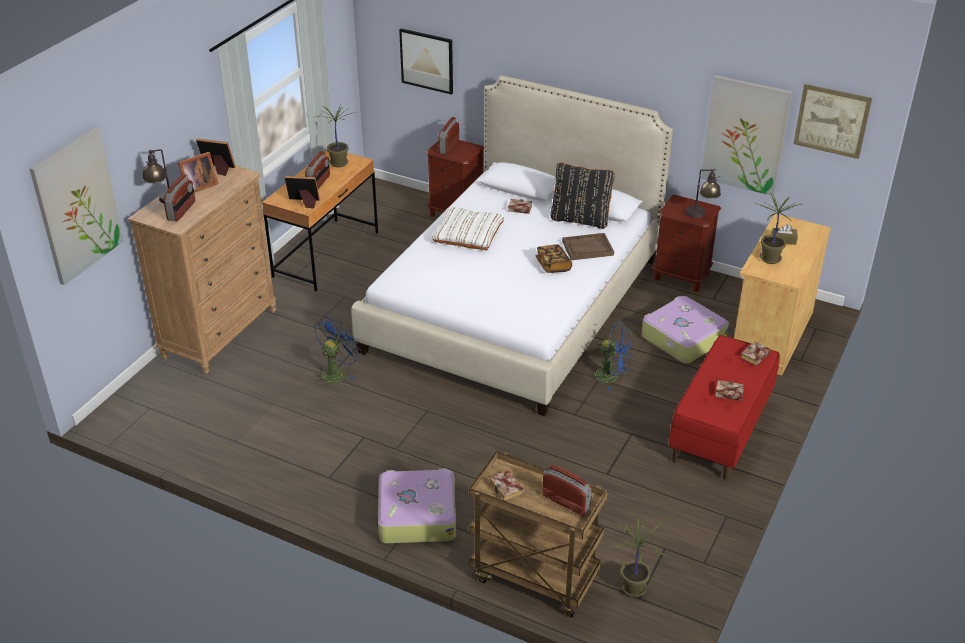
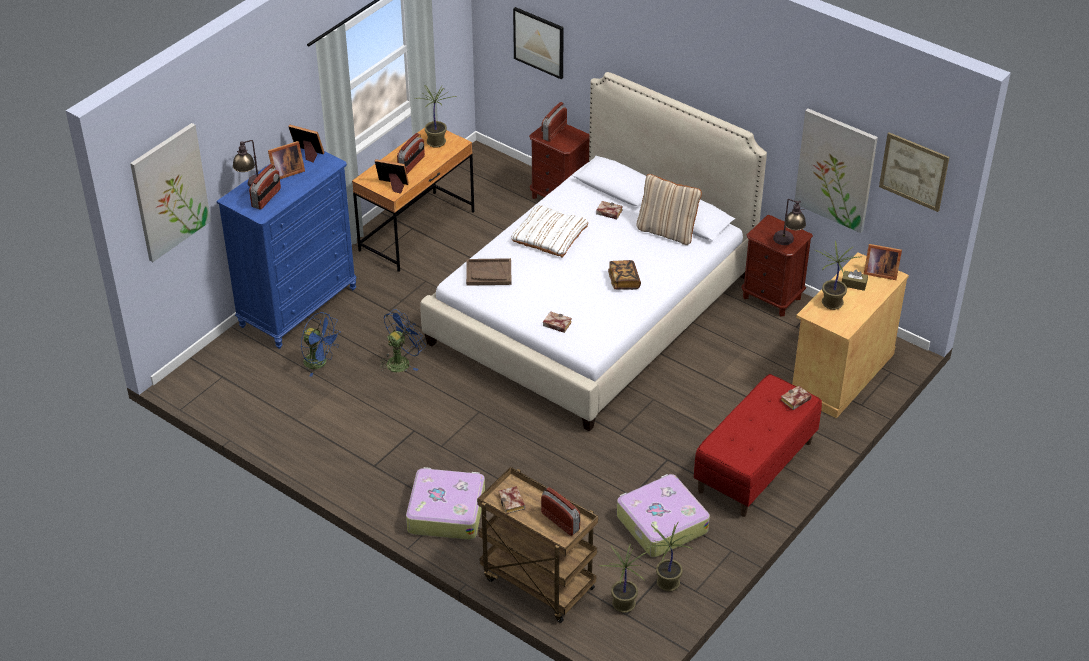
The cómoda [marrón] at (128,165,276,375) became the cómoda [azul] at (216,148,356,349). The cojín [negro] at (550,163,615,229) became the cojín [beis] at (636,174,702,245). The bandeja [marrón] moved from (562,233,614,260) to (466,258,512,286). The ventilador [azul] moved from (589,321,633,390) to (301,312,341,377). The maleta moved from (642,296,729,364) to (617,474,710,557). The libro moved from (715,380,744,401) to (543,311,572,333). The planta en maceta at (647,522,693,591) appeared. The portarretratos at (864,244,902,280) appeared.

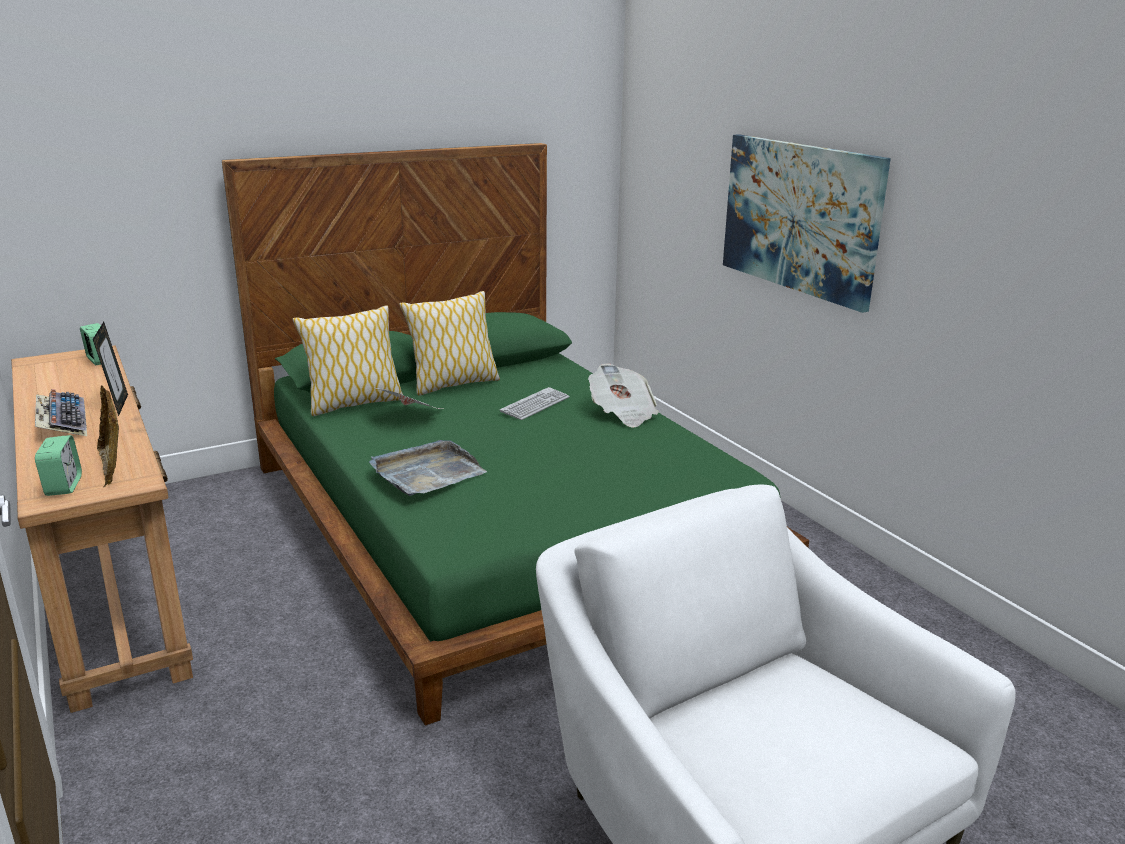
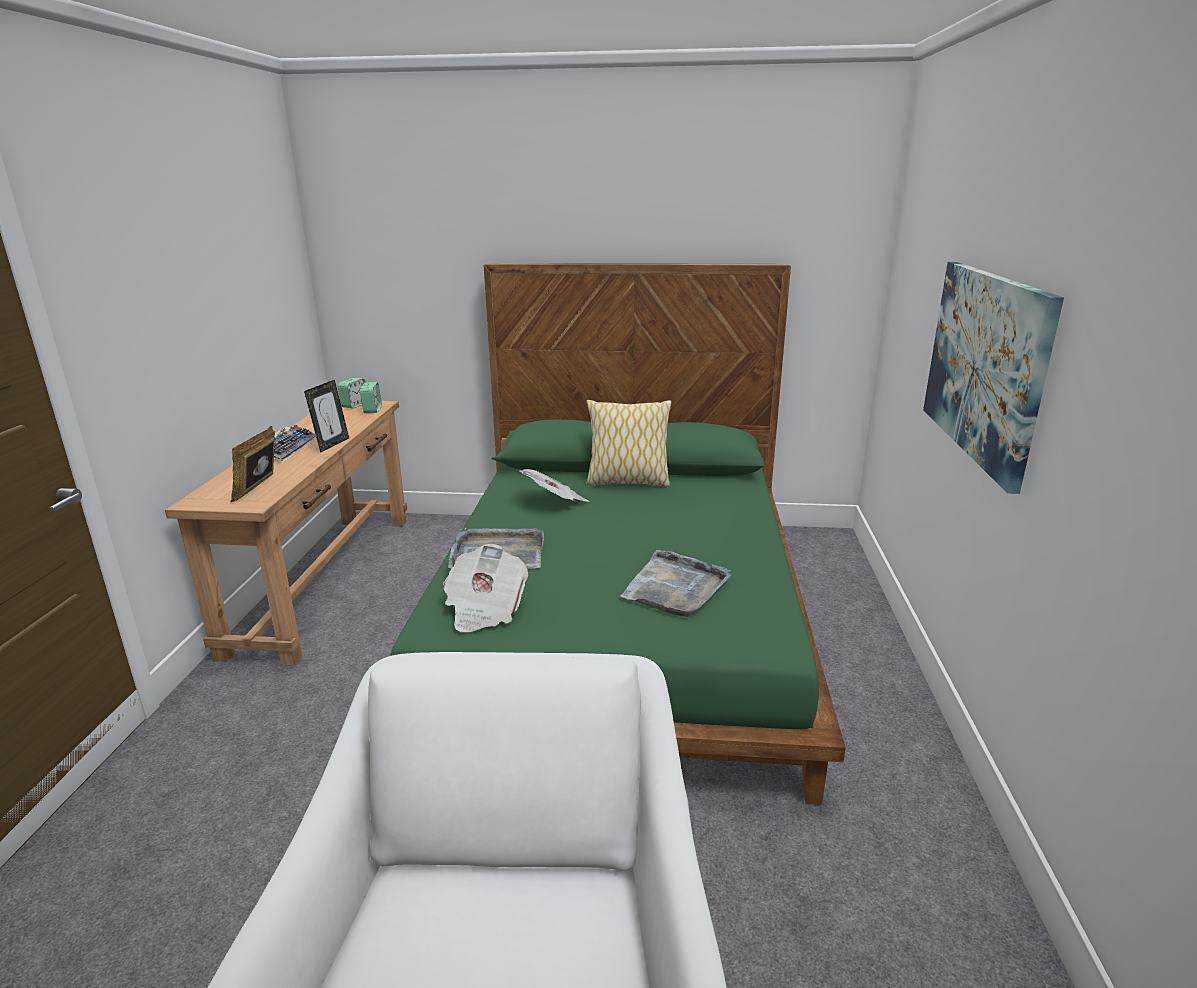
The despertador moved from (35,435,82,496) to (338,378,366,408). The cojín at (293,305,403,416) disappeared. The teclado at (500,387,570,420) disappeared. The periódico moved from (588,363,659,428) to (443,544,528,632). The bandeja [gris] at (620,550,731,617) appeared.

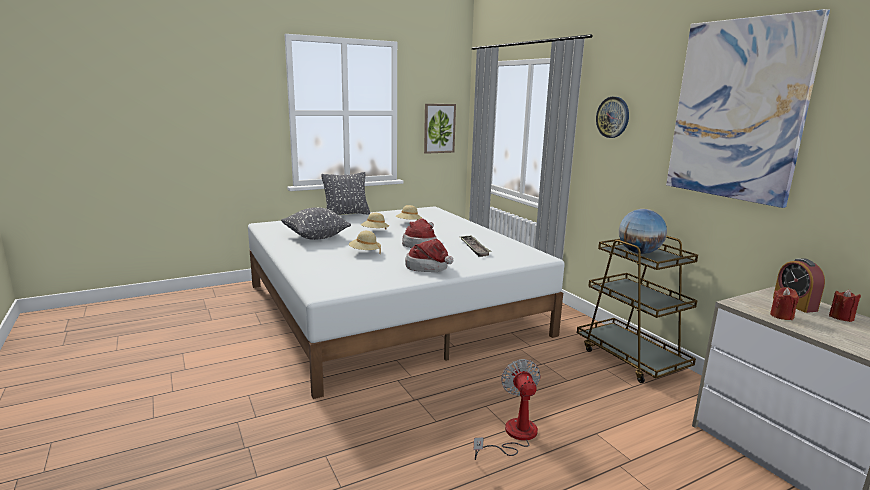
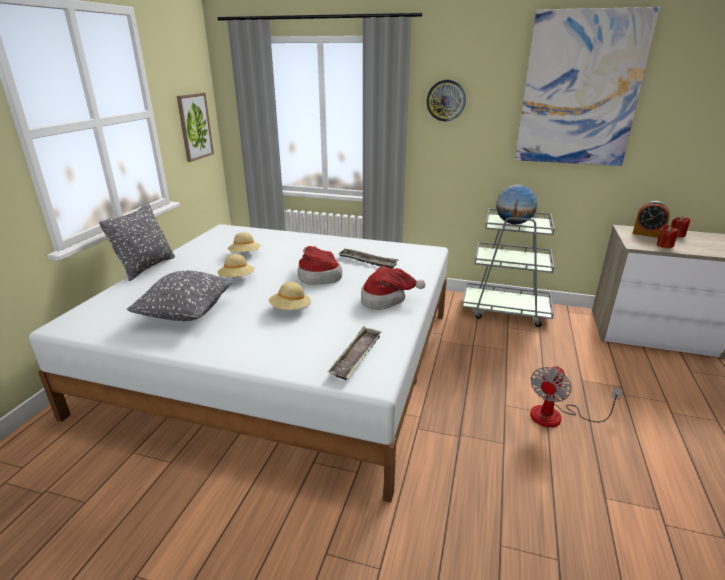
The ventilador at (474,359,541,460) turned 90 degrees counterclockwise. The carrito [marrón] at (577,236,698,383) became the carrito [gris] at (462,208,555,327). The bandeja at (328,326,382,380) appeared.

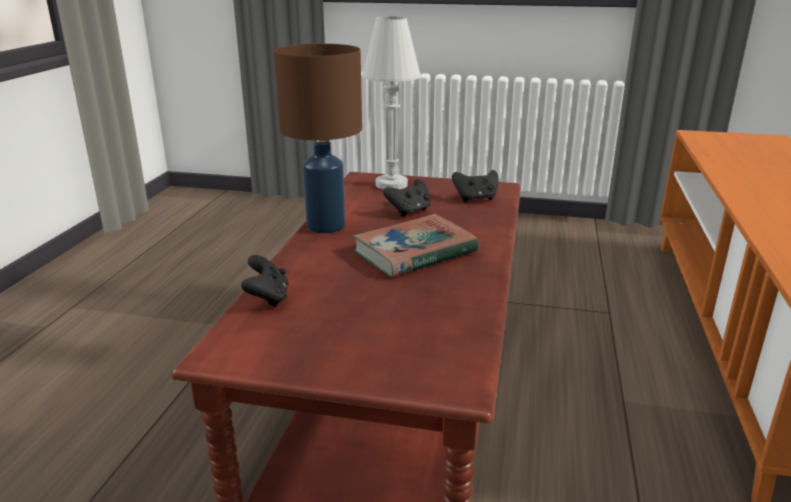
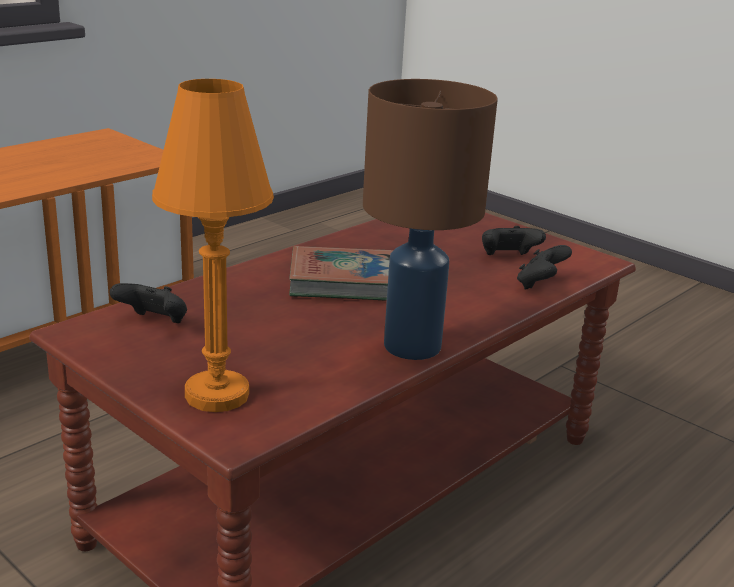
The lámpara de mesa [blanco] at (362,16,421,189) became the lámpara de mesa [naranja] at (152,79,274,412). The mando de consola [negro] moved from (383,179,431,217) to (482,226,546,255).

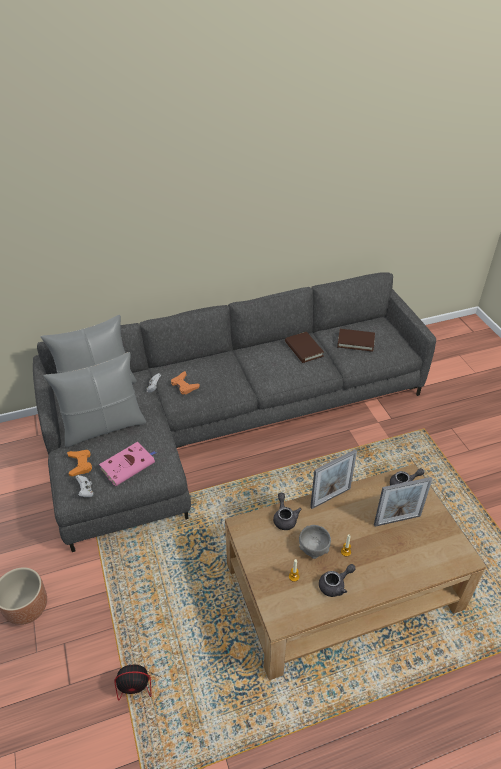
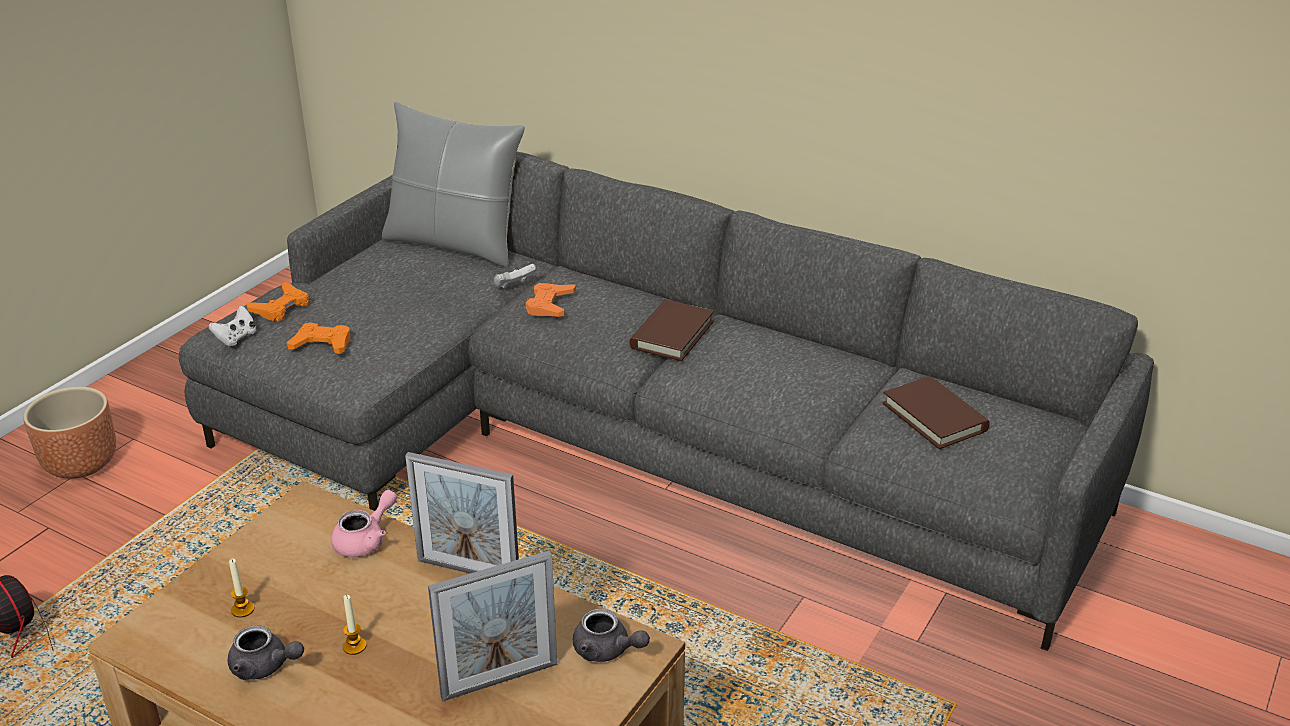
The cojín [gris] at (44,352,146,447) disappeared. The libro [rosa] at (99,442,156,486) was replaced by the mando de consola [naranja] at (287,322,351,354). The tetera [gris] at (273,493,302,530) became the tetera [rosa] at (331,490,397,557). The libro [marrón] moved from (285,332,324,363) to (629,300,714,361). The cuenco [gris] at (299,525,331,559) disappeared. The portarretratos at (374,477,433,527) turned 60 degrees counterclockwise.

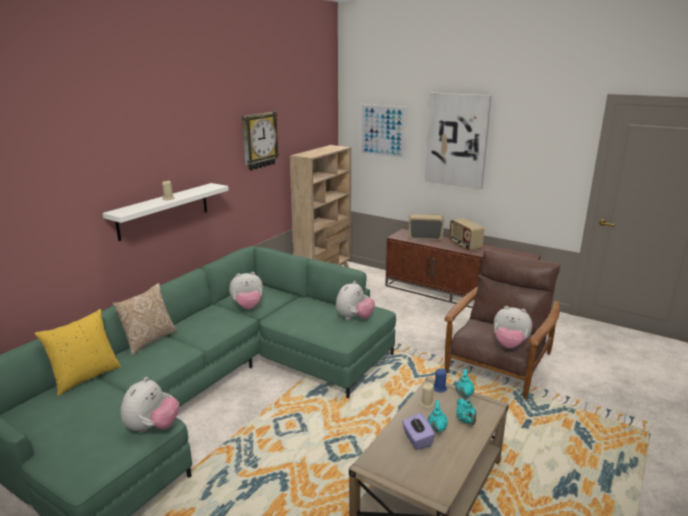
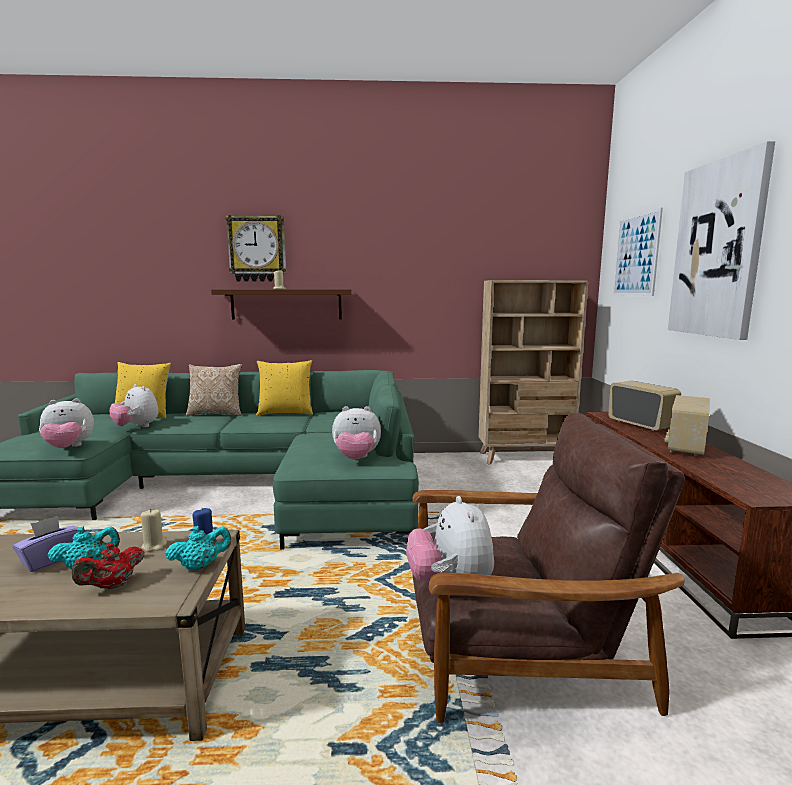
The estante [blanco] at (103,183,229,241) became the estante [marrón] at (211,289,352,319). The peluche moved from (229,272,263,309) to (110,384,159,428). The reloj de pared moved from (242,111,280,170) to (226,215,286,282). The tetera [turquesa] at (456,398,476,425) became the tetera [rojo] at (72,544,145,589). The cojín [amarillo] at (256,360,313,416) appeared.

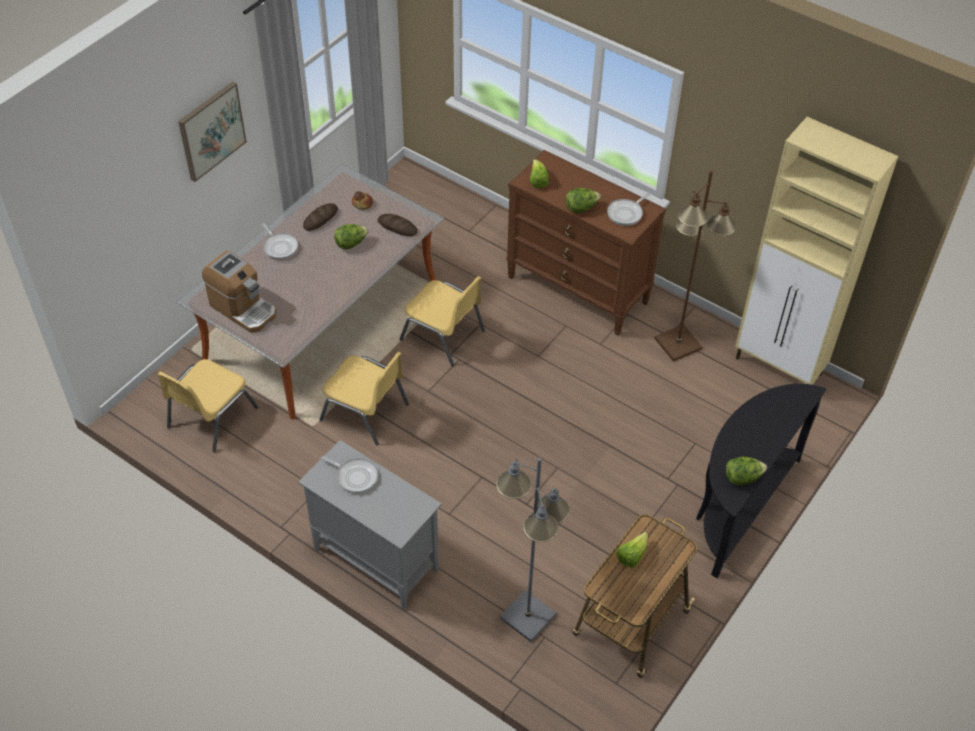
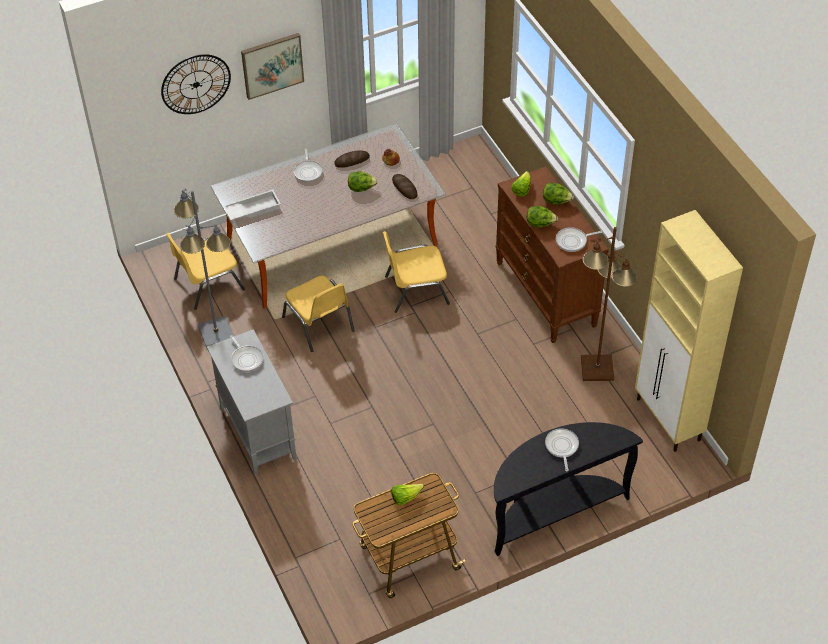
The cafetera at (202,250,276,333) was replaced by the bandeja [blanco] at (223,190,281,220). The silla [amarillo] at (399,276,485,366) turned 105 degrees clockwise. The lámpara de pie [gris] moved from (496,458,570,642) to (174,189,234,348). The lechuga moved from (726,456,767,485) to (543,183,574,204). The reloj de pared at (161,54,231,114) appeared. The sartén at (545,429,579,471) appeared.

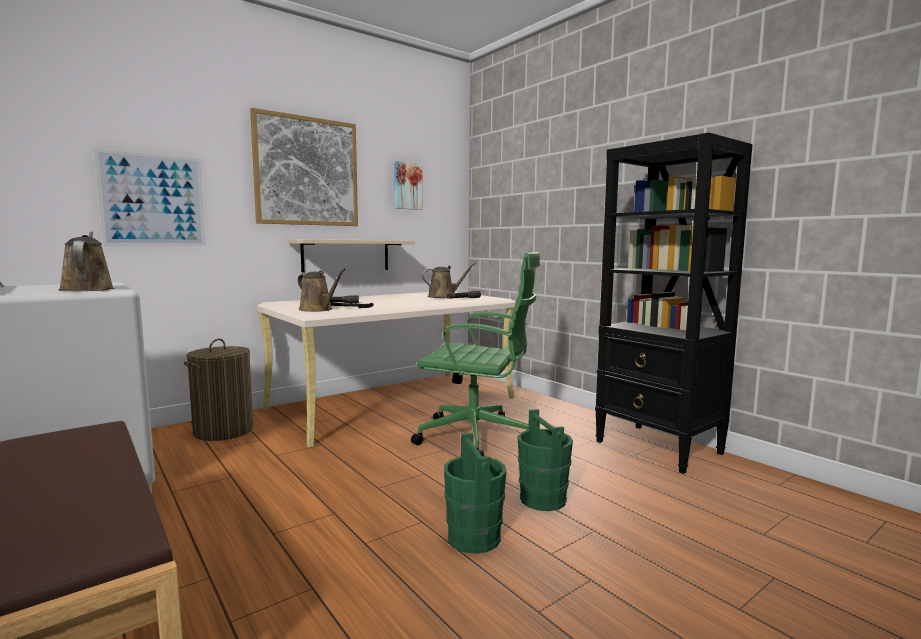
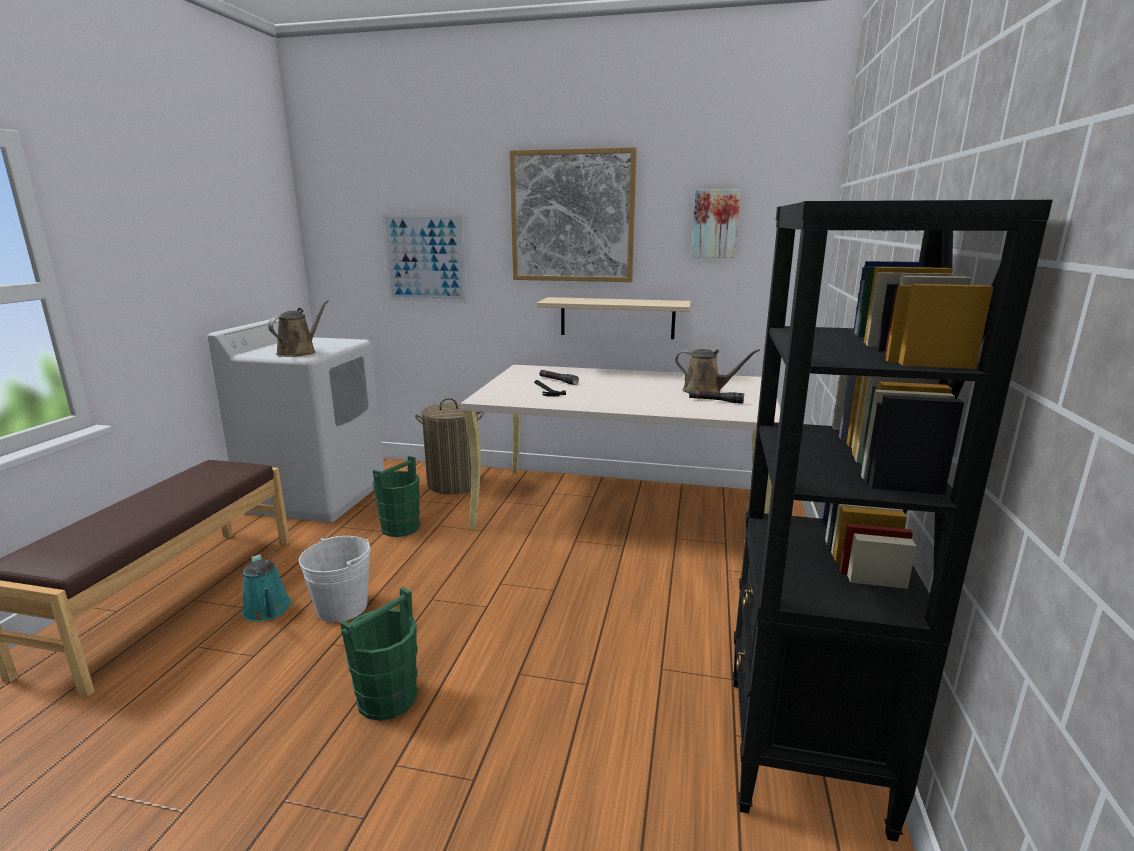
The regadera [marrón] at (298,269,346,312) disappeared. The silla de oficina [verde] at (411,252,540,456) disappeared. The cubo [verde] moved from (518,409,573,511) to (372,456,420,537). The regadera [turquesa] at (242,554,291,622) appeared. The cubo [blanco] at (299,536,371,622) appeared.

